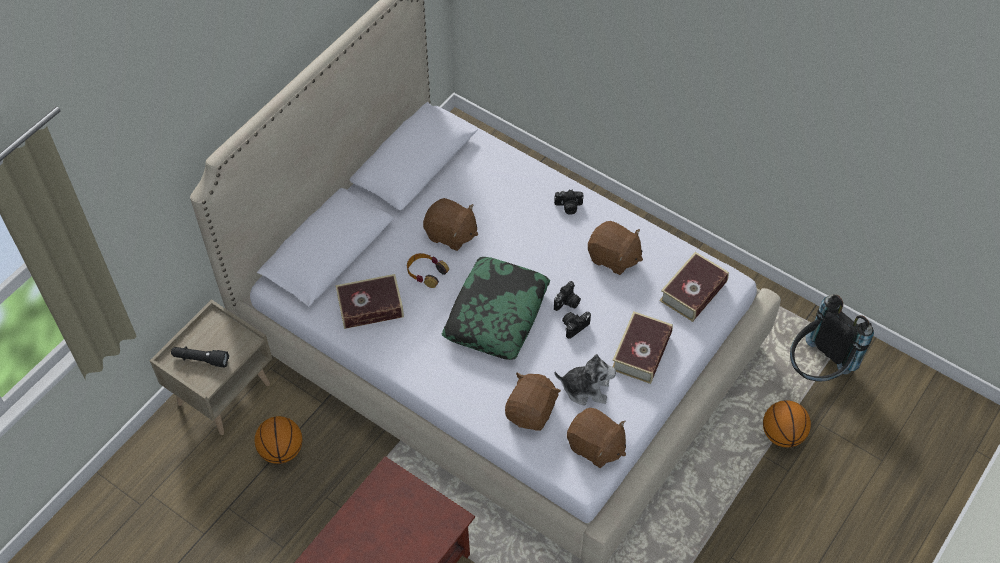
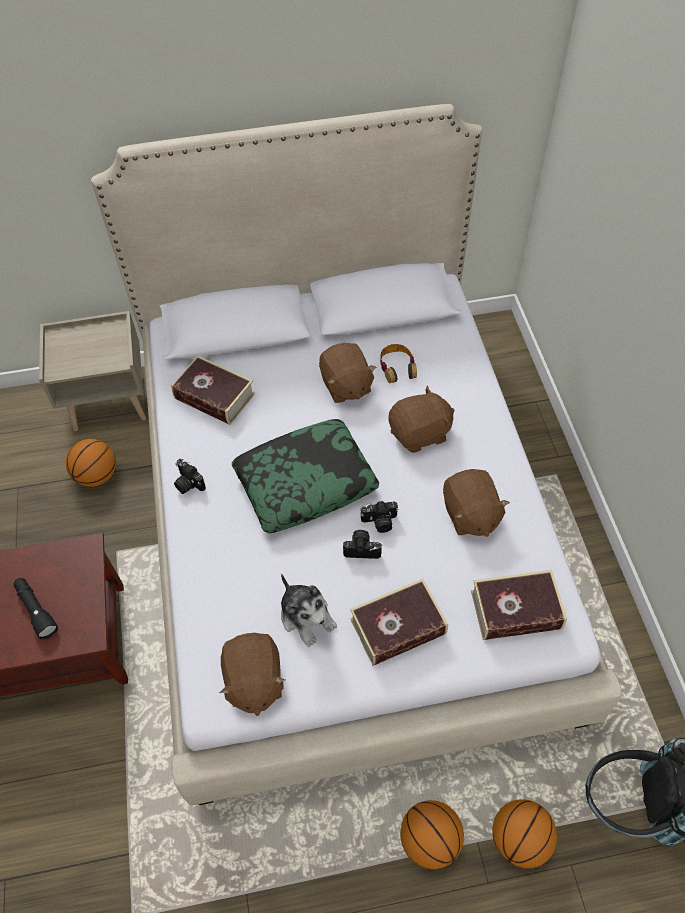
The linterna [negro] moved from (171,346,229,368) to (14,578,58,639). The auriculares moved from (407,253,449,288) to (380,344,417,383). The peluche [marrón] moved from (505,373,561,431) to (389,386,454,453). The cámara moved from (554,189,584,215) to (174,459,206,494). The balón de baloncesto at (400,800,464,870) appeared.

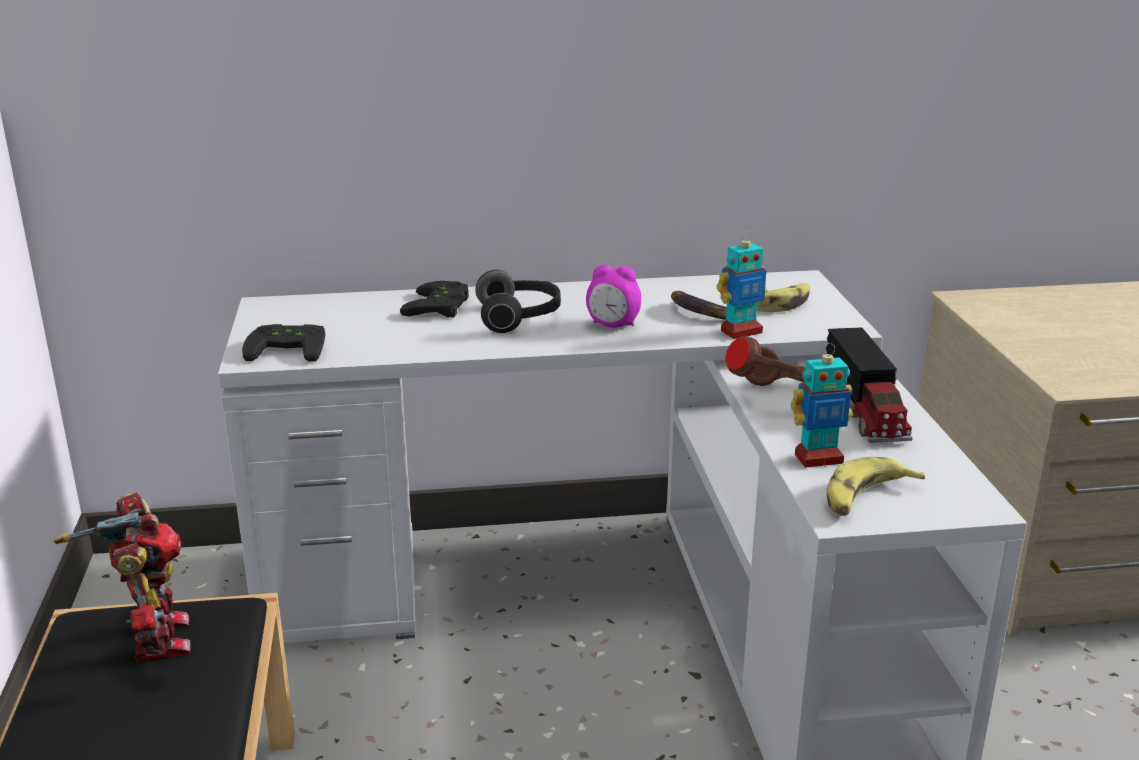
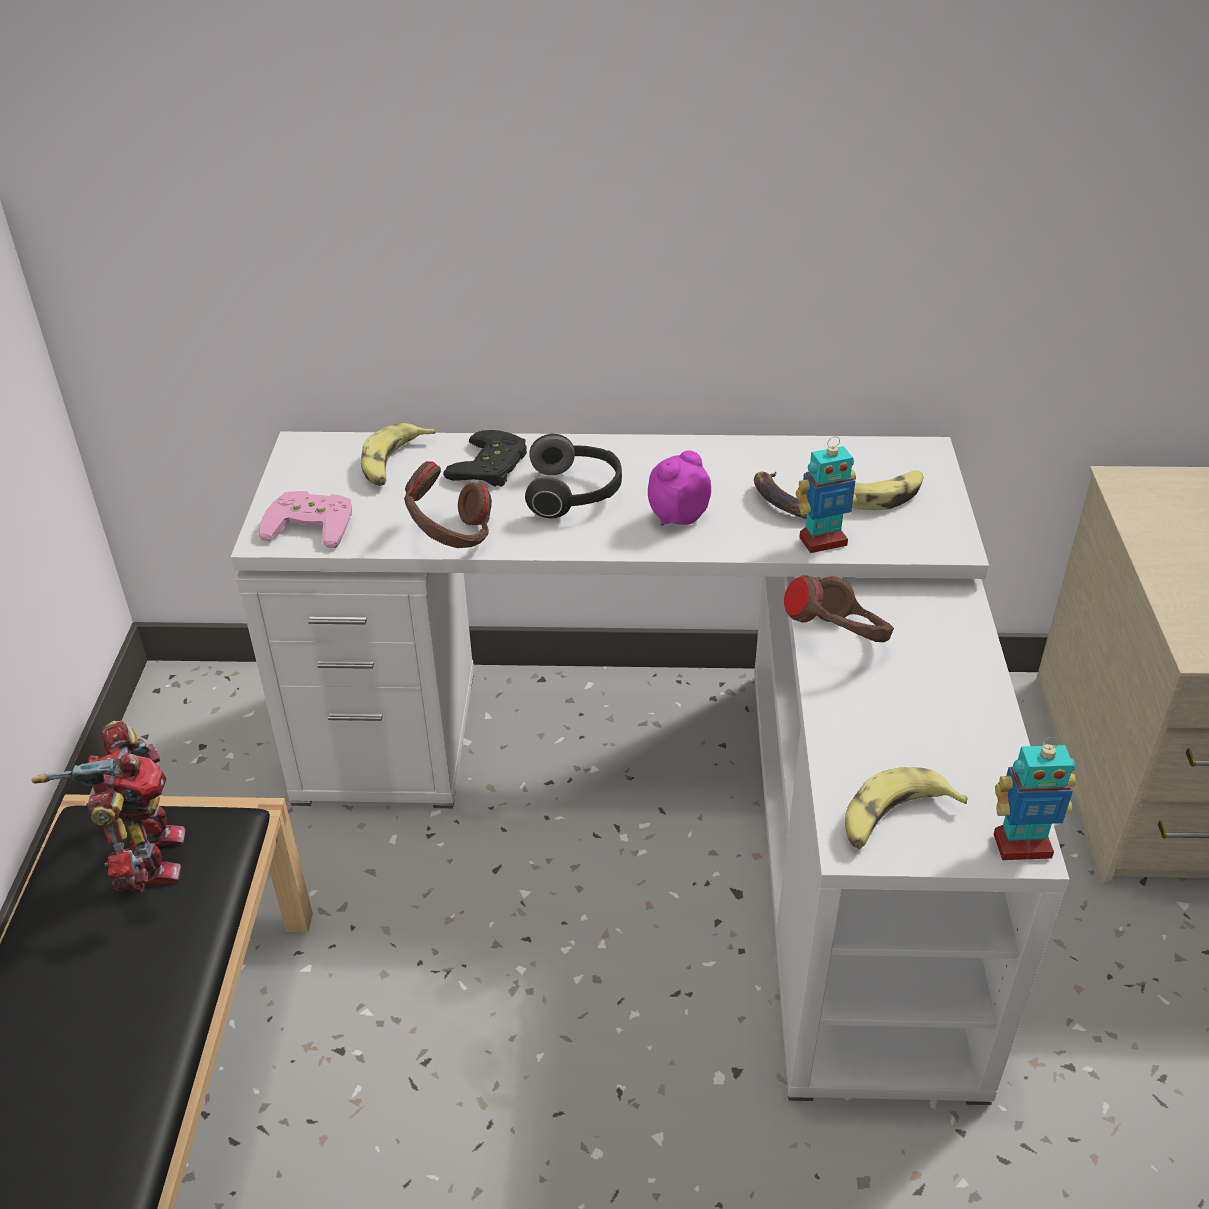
The mando de consola [negro] at (242,324,326,362) became the mando de consola [rosa] at (259,491,352,548). The despertador at (586,265,641,328) turned 120 degrees clockwise. The robot de juguete moved from (791,343,853,468) to (994,737,1076,860). The camión de juguete at (826,327,912,443) disappeared. The plátano at (361,423,436,486) appeared. The auriculares [marrón] at (404,461,492,548) appeared.

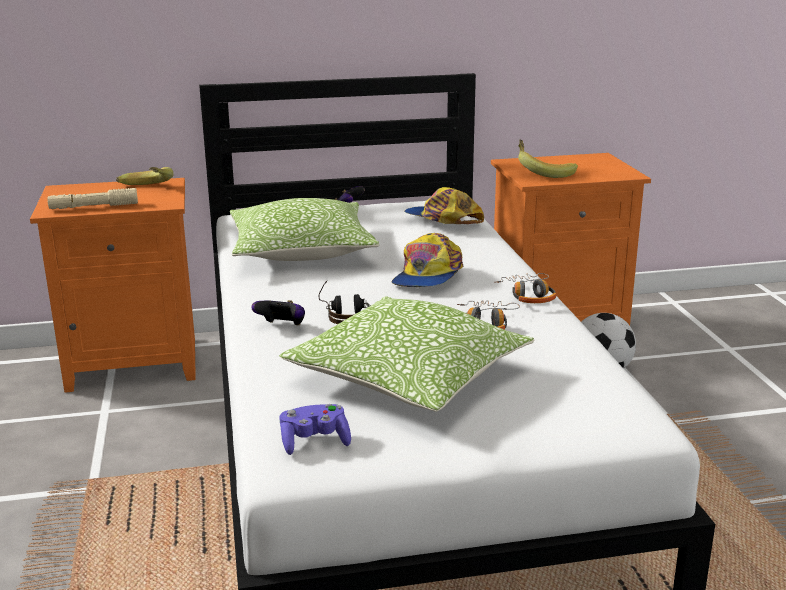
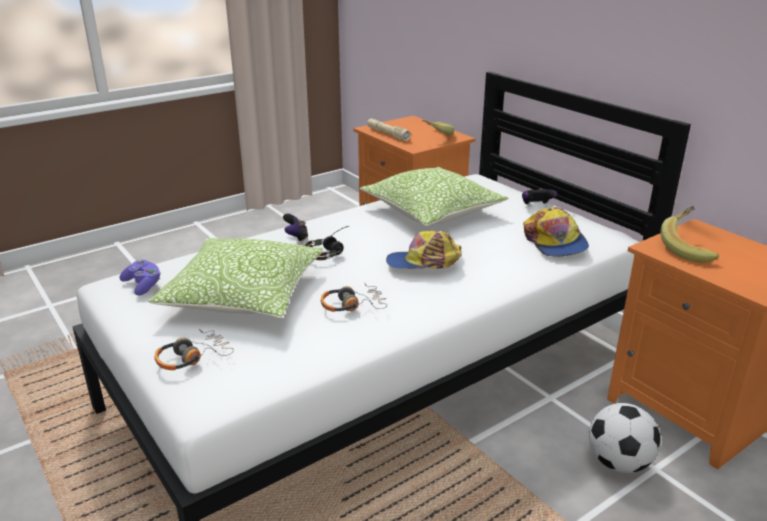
The gorra at (404,187,484,224) turned 150 degrees clockwise. The auriculares moved from (494,273,556,303) to (155,329,234,370).

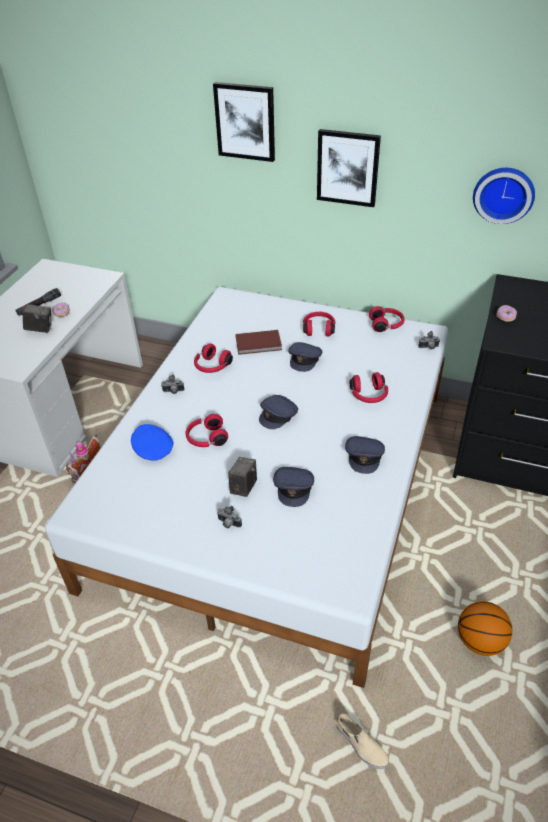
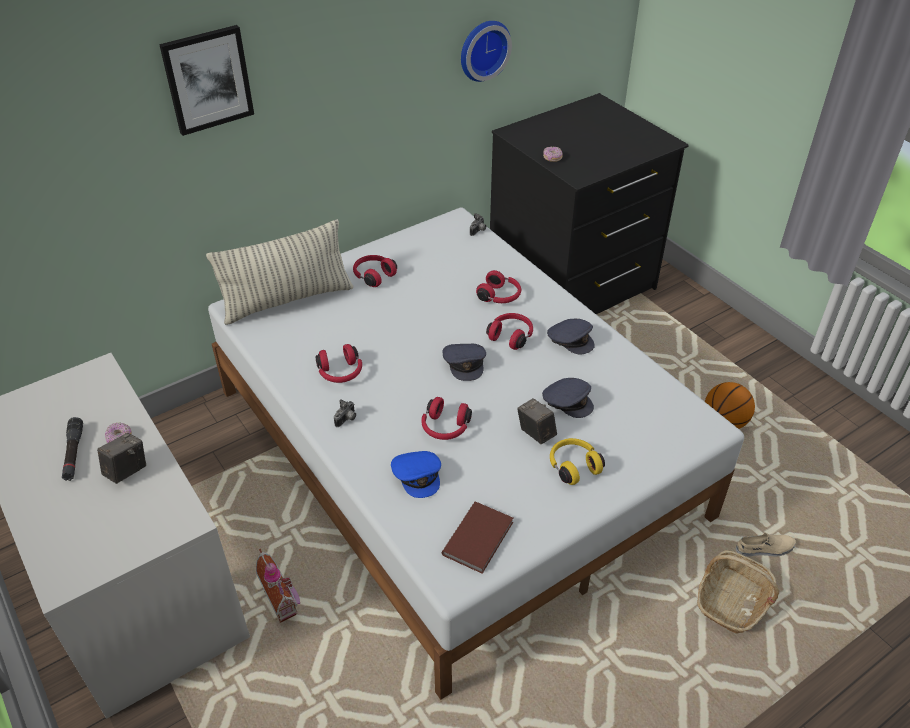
The gorra [azul] at (131,424,173,461) turned 105 degrees counterclockwise. The cámara at (217,506,242,528) was replaced by the auriculares [amarillo] at (550,438,605,485). The libro [marrón] moved from (235,330,282,355) to (442,502,513,574). The gorra [gris] at (288,342,322,372) disappeared. The cuadro at (317,129,381,207) disappeared. The auriculares [rojo] moved from (369,306,405,332) to (486,313,533,350). The cojín at (206,219,354,325) appeared. The cesta at (697,550,779,634) appeared.

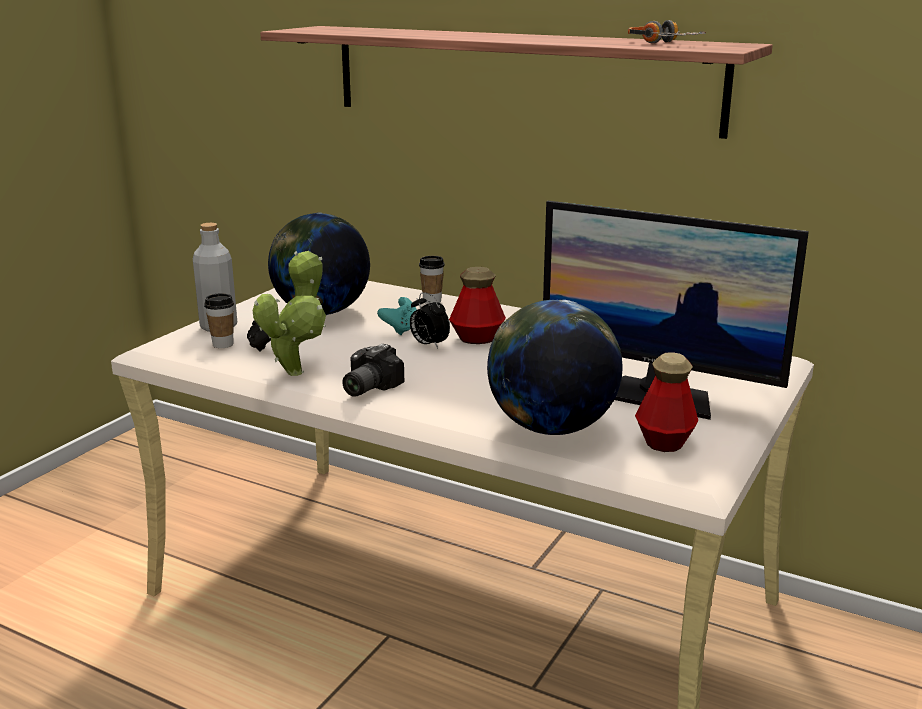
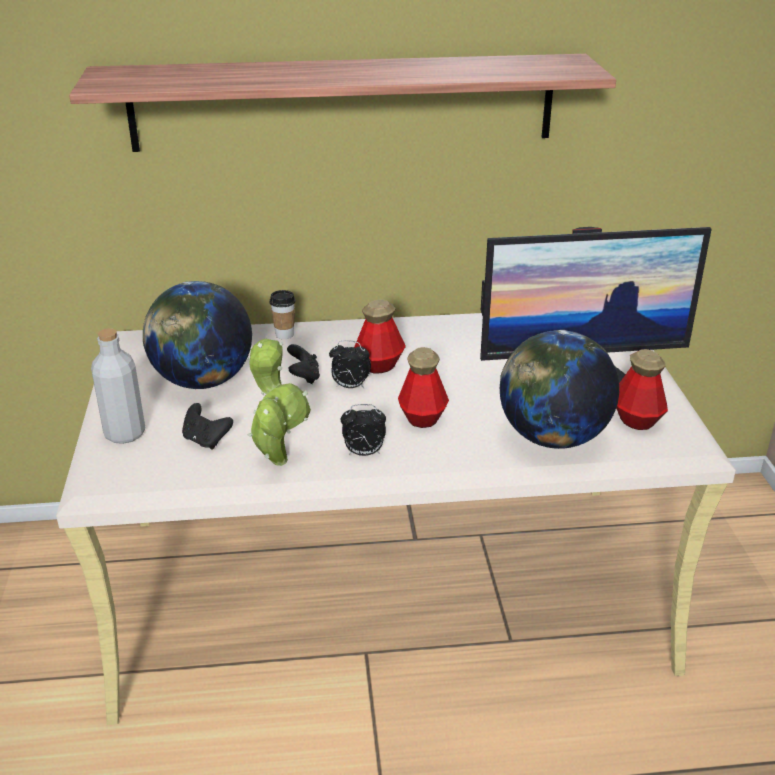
The taza at (204,294,234,348) disappeared. The cámara at (342,344,404,397) was replaced by the despertador at (341,404,386,456). The mando de consola [turquesa] at (377,297,417,335) became the mando de consola [negro] at (287,344,320,384). The auriculares at (628,20,706,43) disappeared. The botella at (398,347,449,428) appeared.

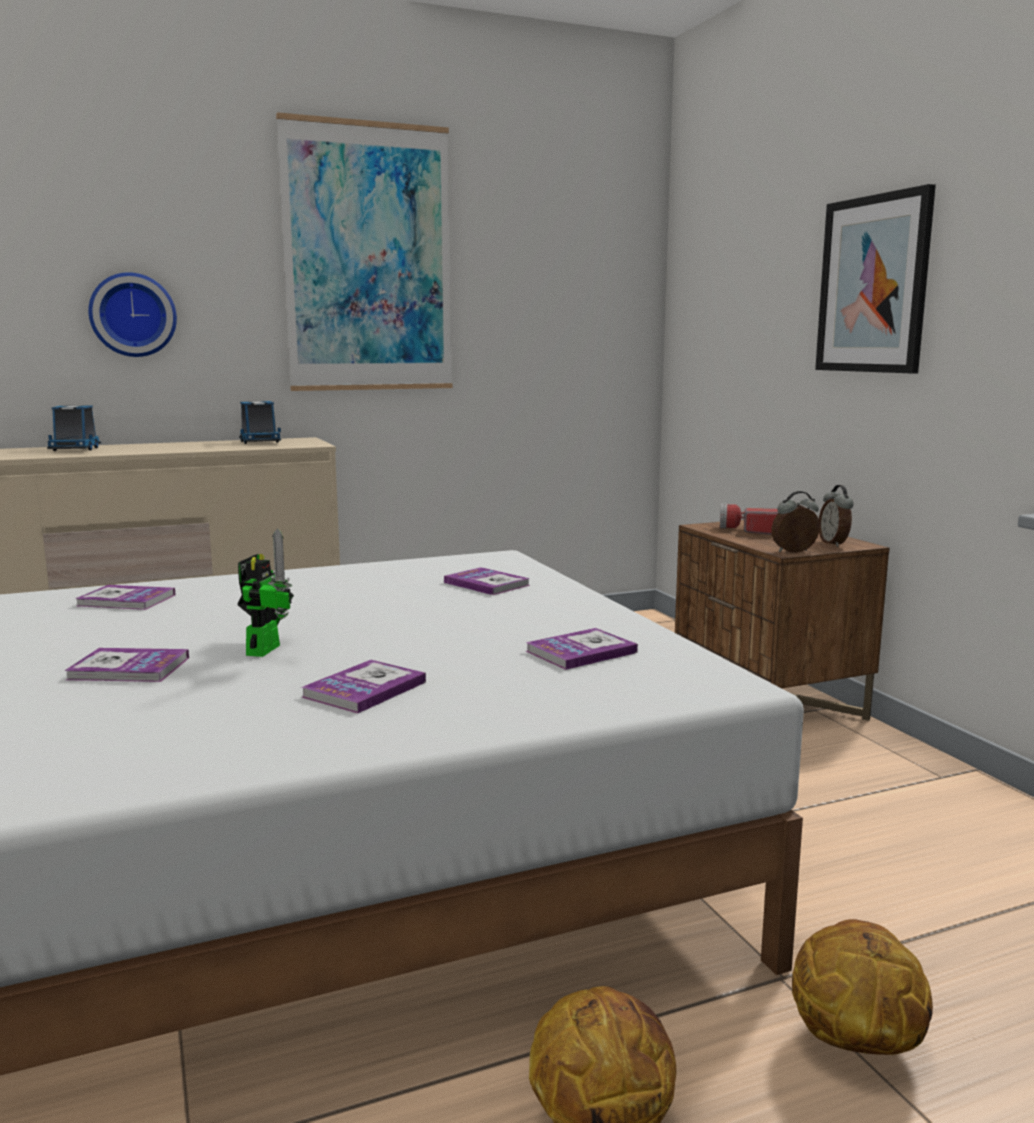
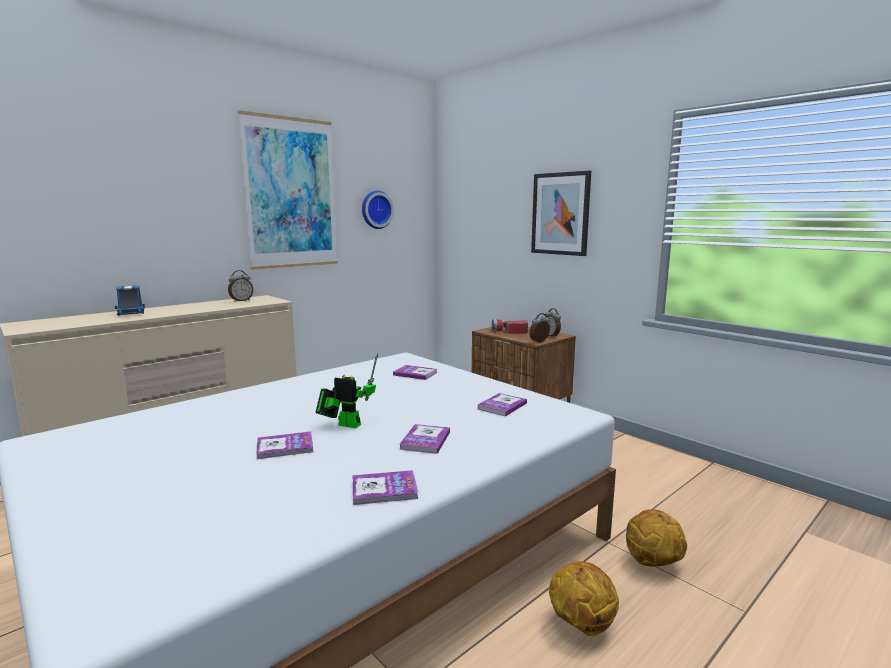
The libro moved from (75,585,175,610) to (353,470,418,505). The reloj de pared moved from (88,272,177,357) to (362,191,394,229). The robot de juguete at (237,528,294,657) turned 60 degrees counterclockwise. The camión de juguete at (239,401,281,444) was replaced by the despertador at (228,270,253,302).

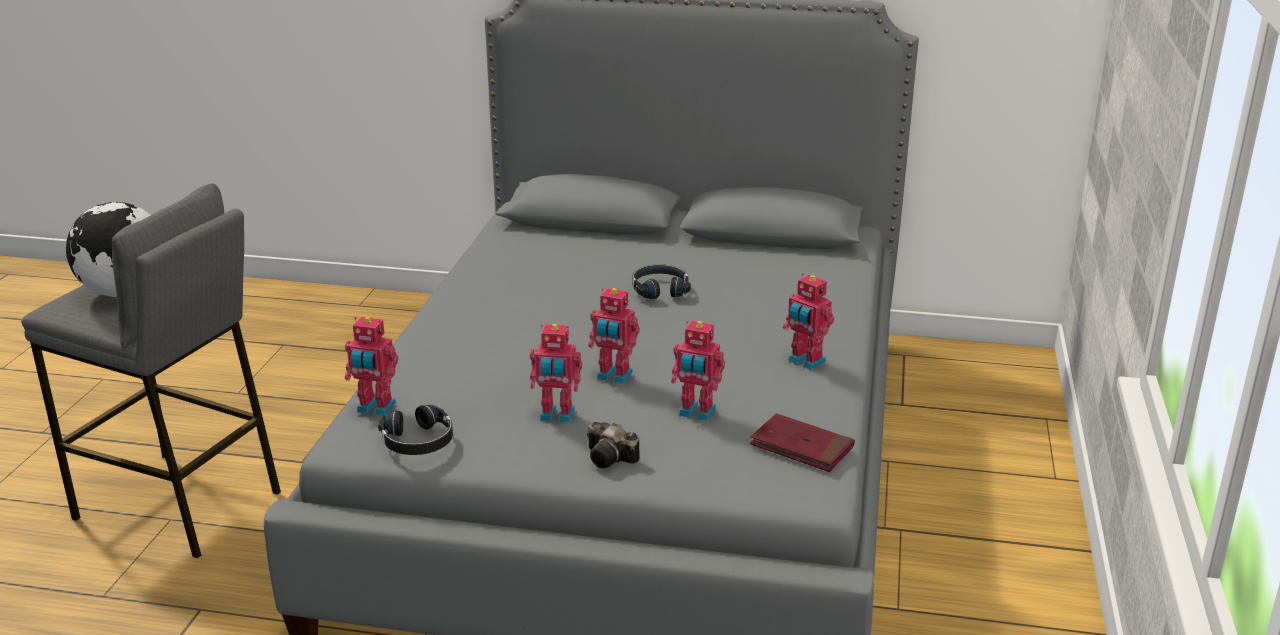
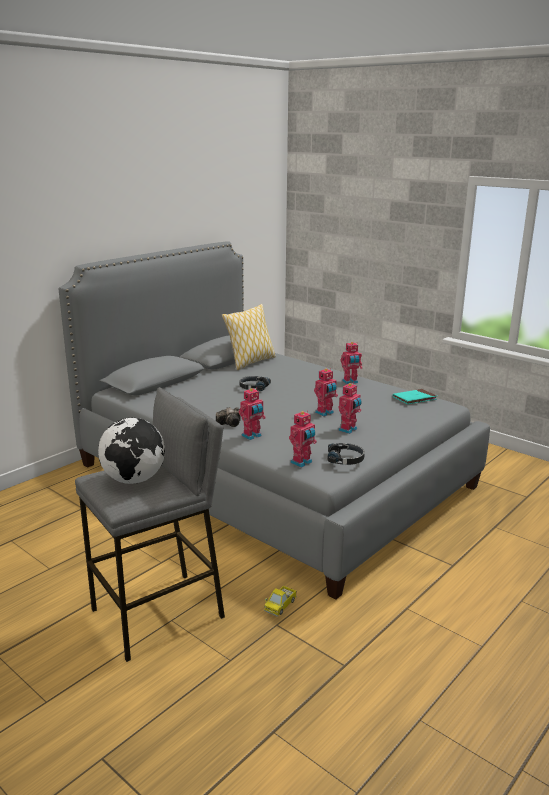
The cámara moved from (587,422,640,468) to (216,407,241,427). The robot de juguete moved from (671,321,725,421) to (239,388,266,440). The libro [rojo] at (750,414,855,472) became the libro [turquesa] at (393,389,437,404). The cojín at (222,304,276,370) appeared. The camión de juguete at (264,585,297,617) appeared.

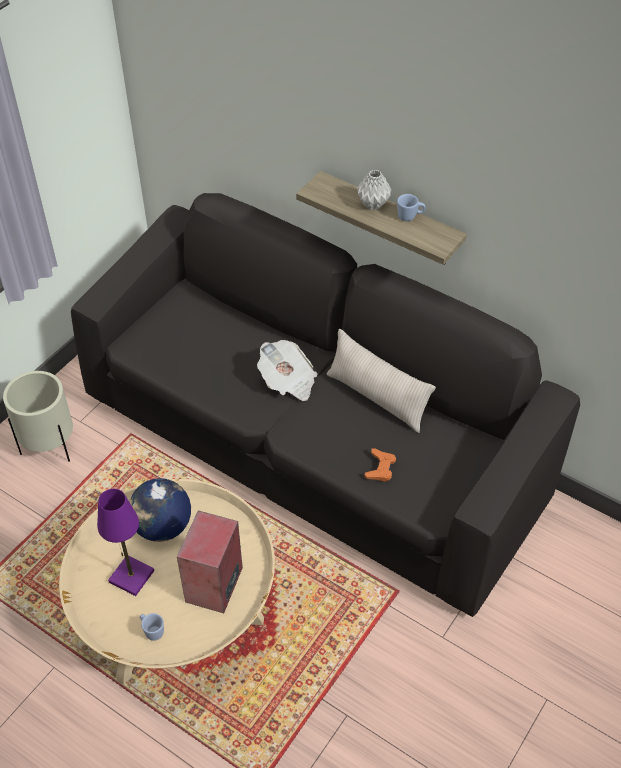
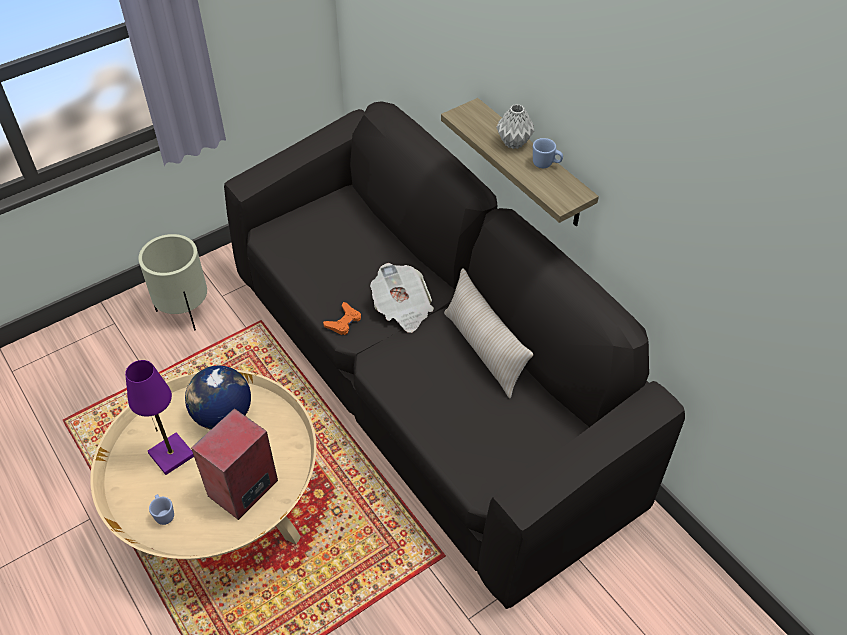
The mando de consola [naranja] moved from (364,448,396,482) to (323,302,361,335).

